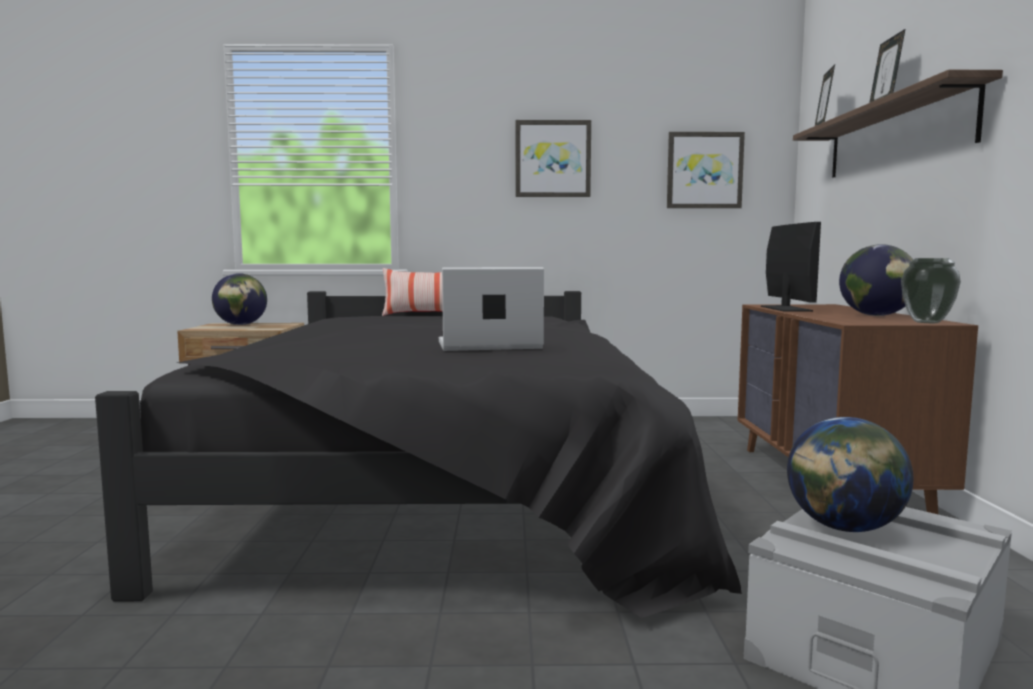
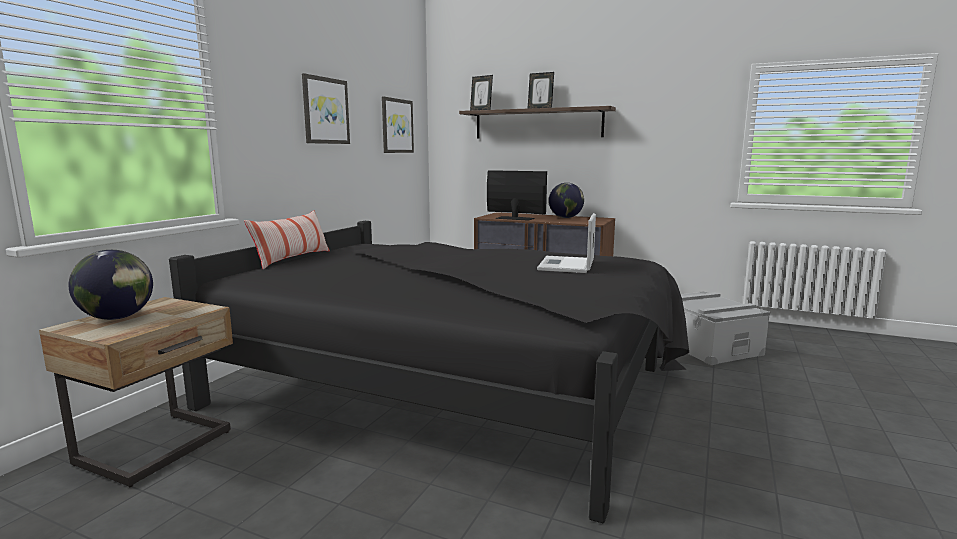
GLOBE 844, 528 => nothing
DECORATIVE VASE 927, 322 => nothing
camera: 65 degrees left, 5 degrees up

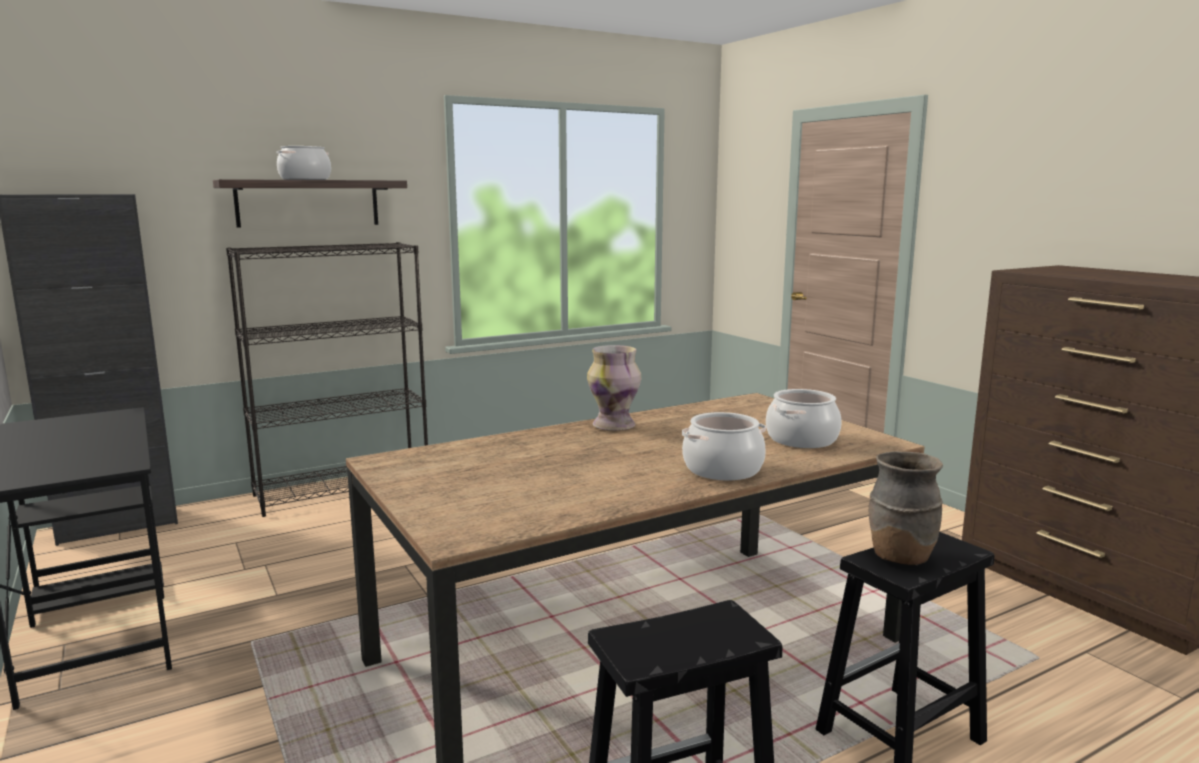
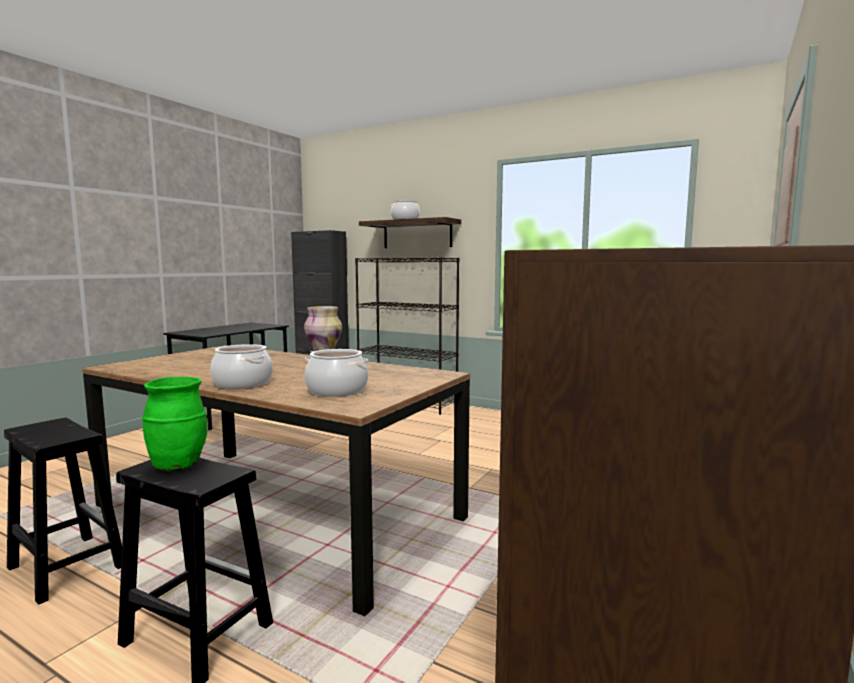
BROWN DECORATIVE VASE 899, 557 => GREENISH DECORATIVE VASE 178, 465
camera: 60 degrees right, 5 degrees down

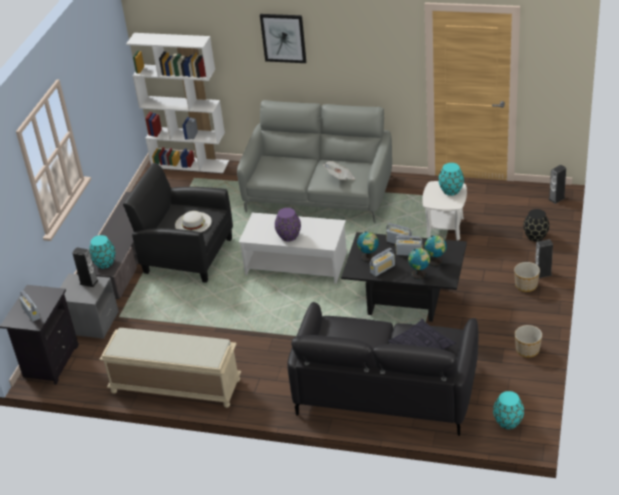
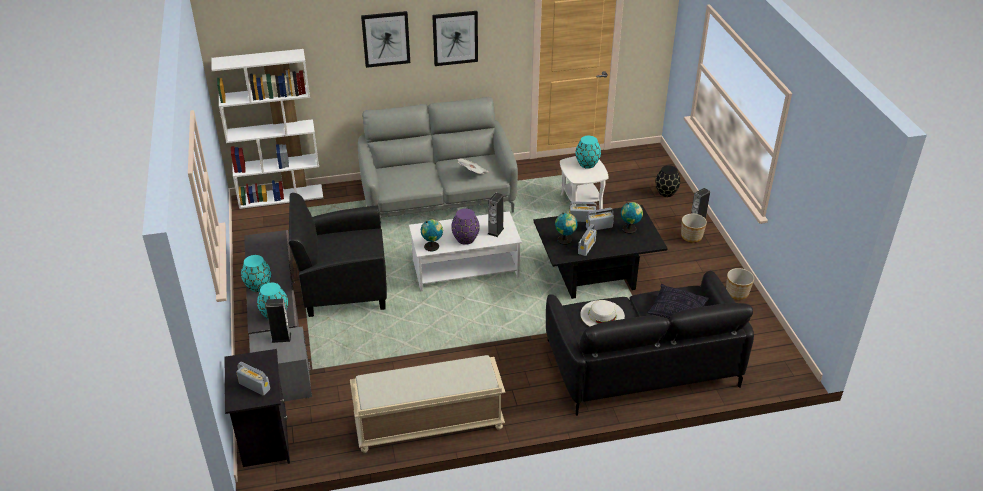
TURQUOISE-COLOURED DECORATIVE VASE 508, 422 => TURQUOISE-COLOURED DECORATIVE VASE 258, 286, shifted
GLOBE 420, 274 => GLOBE 432, 246, shifted
nothing => WALL PICTURE 455, 38
AUDIO SPEAKER 556, 198 => AUDIO SPEAKER 495, 231, shifted
WHITE CLOTHING HAT 193, 223 => WHITE CLOTHING HAT 602, 315, shifted
camera: 30 degrees left, 0 degrees up

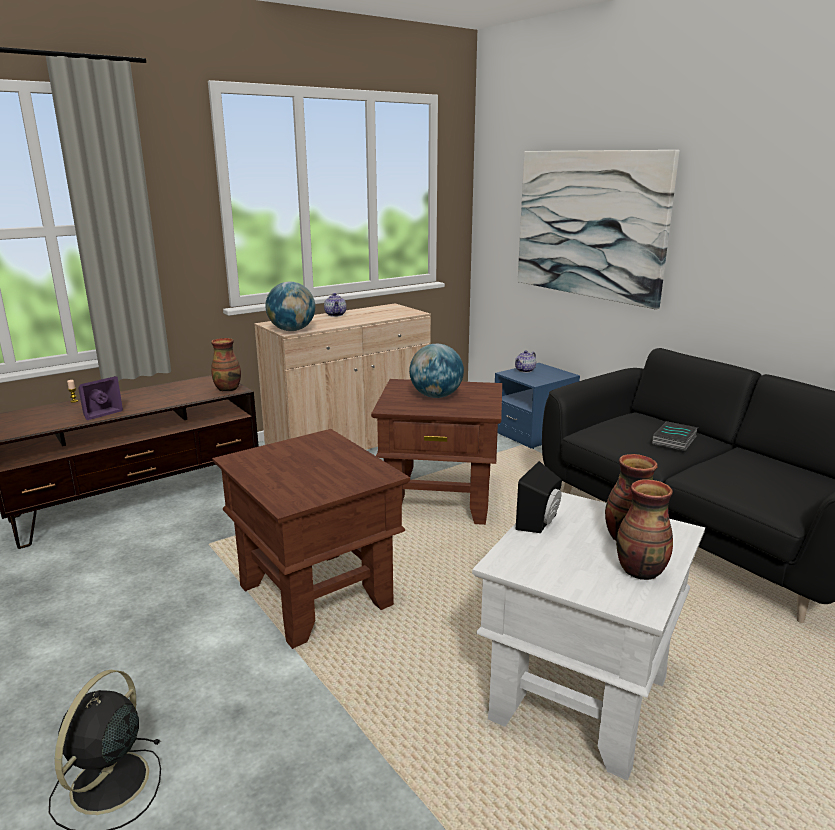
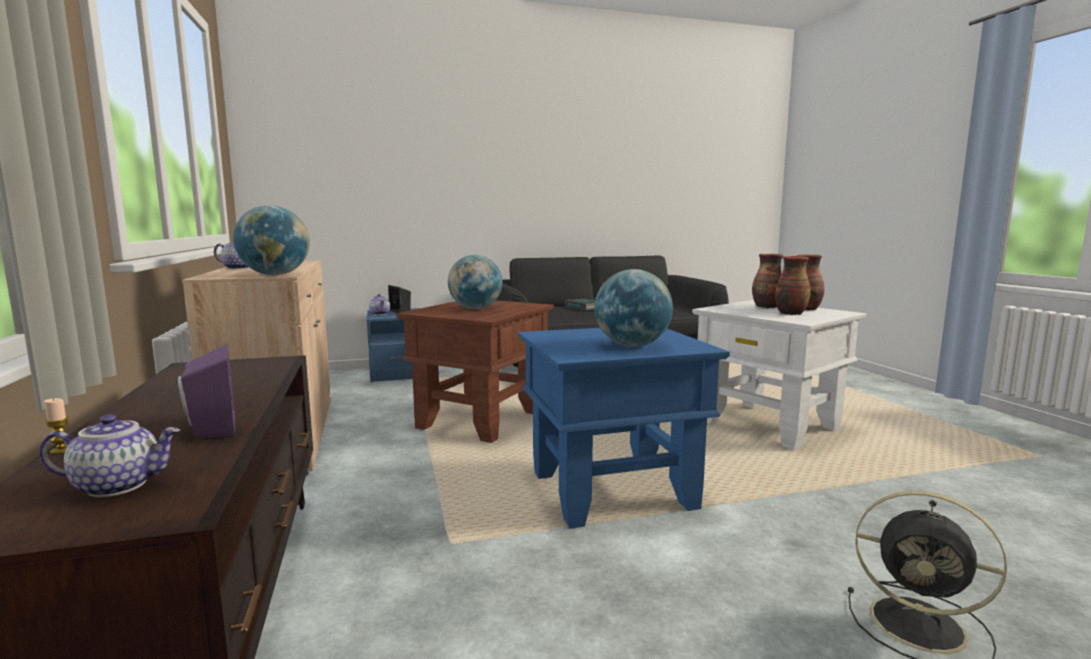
nothing => TEAPOT 119, 485
BLACKISH AUDIO SPEAKER 540, 523 => BLACKISH AUDIO SPEAKER 402, 312, shifted
BROWN ACCENT TABLE 315, 594 => BLUE-COLOURED ACCENT TABLE 611, 489
nothing => GLOBE 632, 345
DECORATIVE VASE 228, 389 => DECORATIVE VASE 790, 313, shifted
WALL PICTURE 589, 224 => nothing
camera: 70 degrees left, 10 degrees down

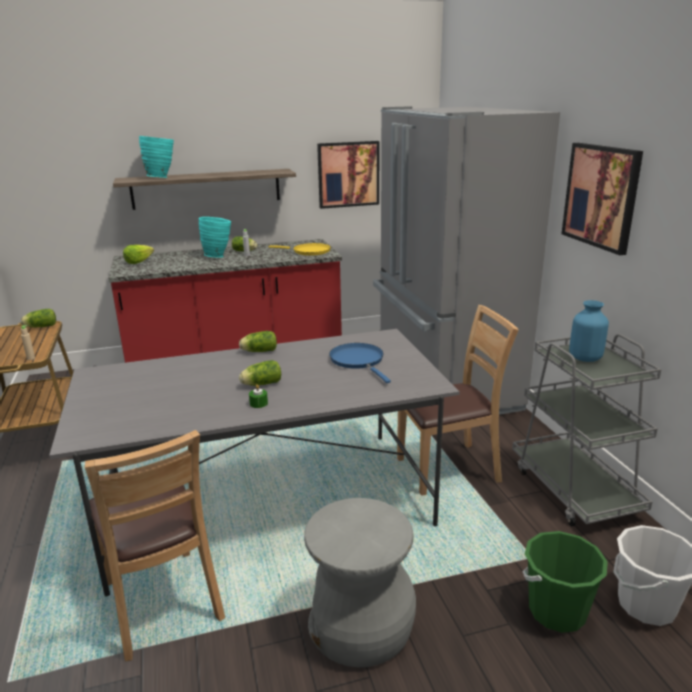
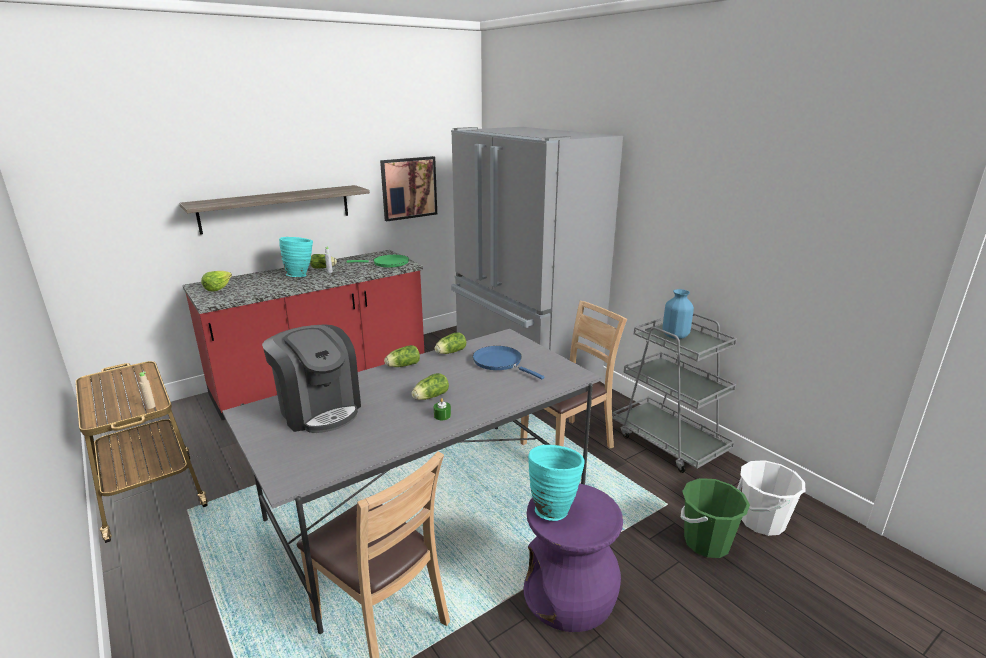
nothing => COFFEE MACHINE 319, 409
YELLOW PAN 309, 251 => GREENISH PAN 388, 263
LETTUCE 40, 327 => LETTUCE 449, 352, shifted
GREYISH STOOL SEAT 361, 626 => PURPLISH STOOL SEAT 570, 595
TURQUOISE-COLOURED DECORATIVE VASE 161, 177 => TURQUOISE-COLOURED DECORATIVE VASE 553, 508, shifted
WALL PICTURE 601, 196 => nothing
camera: 20 degrees left, 0 degrees up

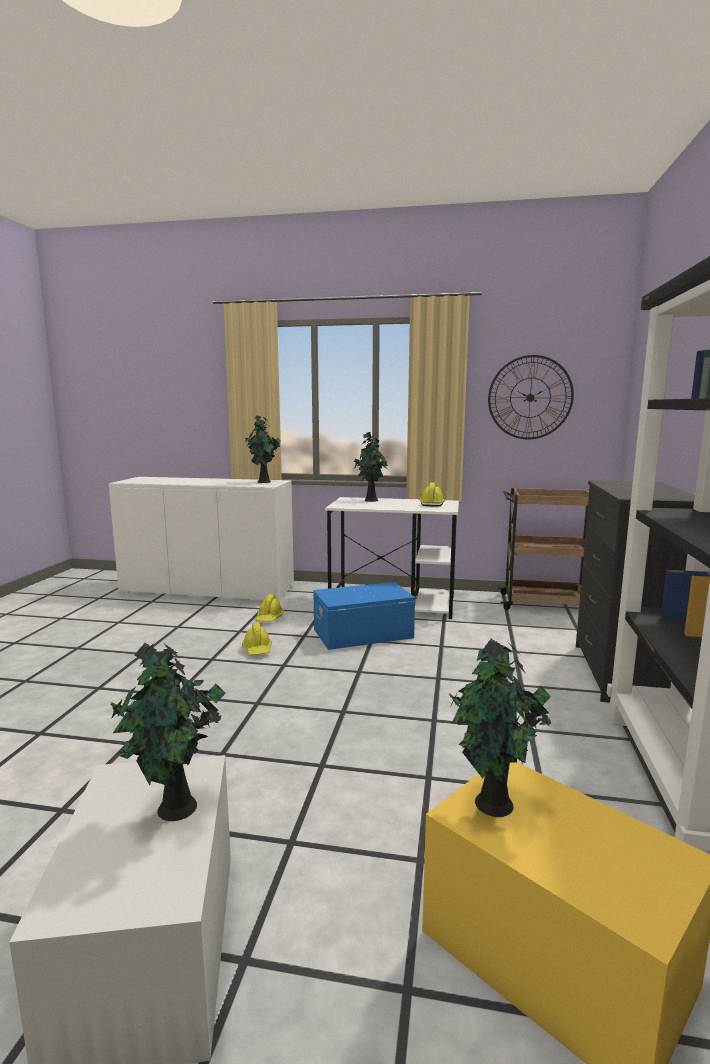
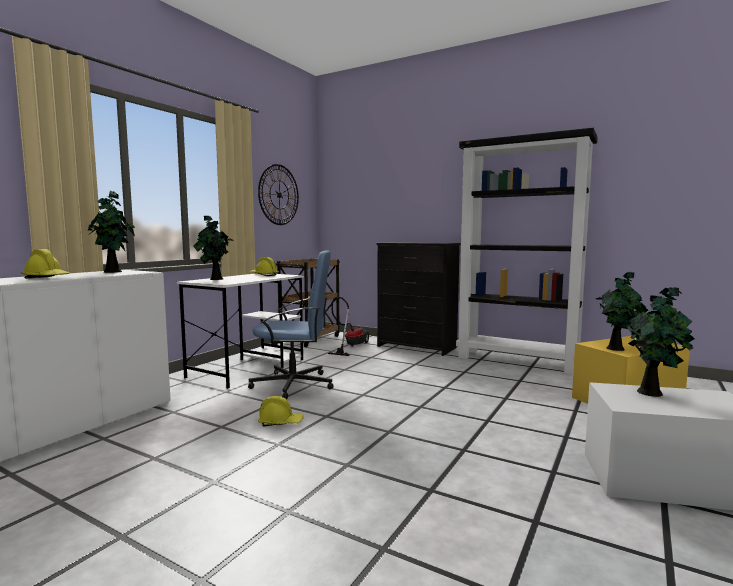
YELLOW HARD HAT 269, 618 => YELLOW HARD HAT 46, 278, shifted
BLUE-COLOURED STORAGE CONTAINER 362, 633 => BLUE-COLOURED OFFICE CHAIR 294, 384
nothing => HOOVER 350, 346
camera: 70 degrees left, 5 degrees down

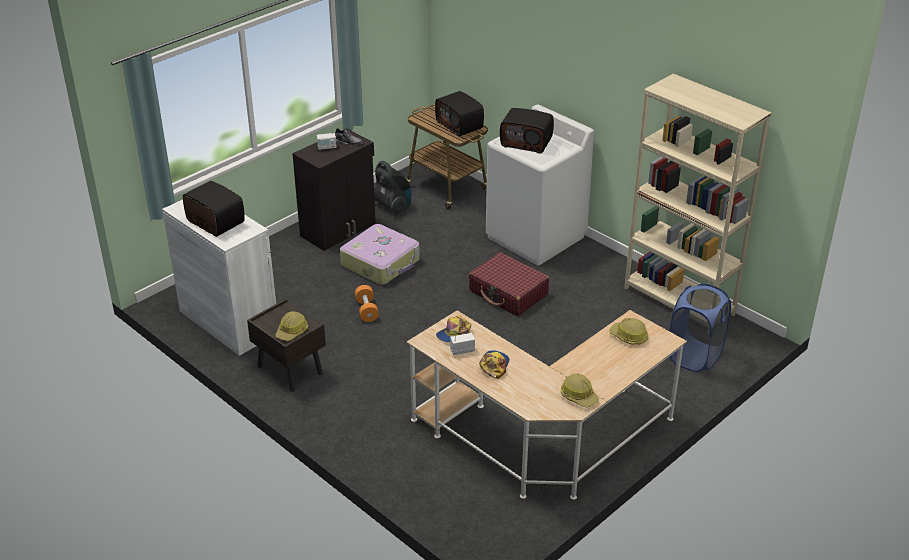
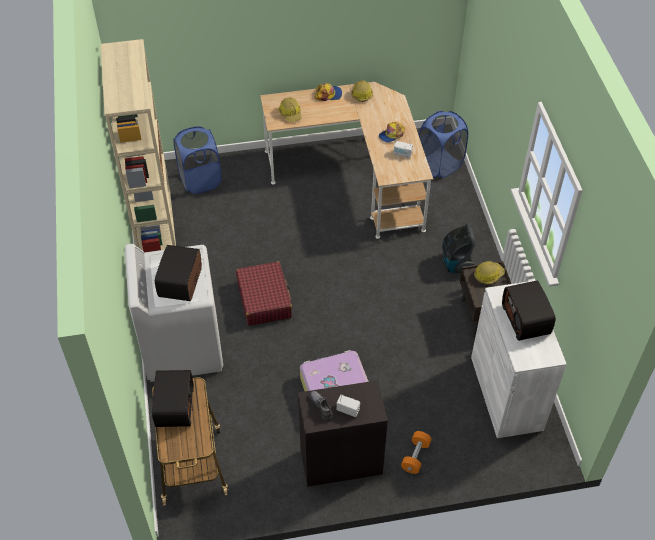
RADIO 527, 142 => RADIO 181, 282, 135 degrees counterclockwise
CAP 454, 333 => CAP 328, 94, shifted
ORANGE DUMBBELL 366, 310 => ORANGE DUMBBELL 415, 456, shifted
nothing => BLUE-COLOURED WASHING BASKET 439, 165
HOOVER 392, 207 => HOOVER 456, 263, shifted
camera: 145 degrees left, 15 degrees up

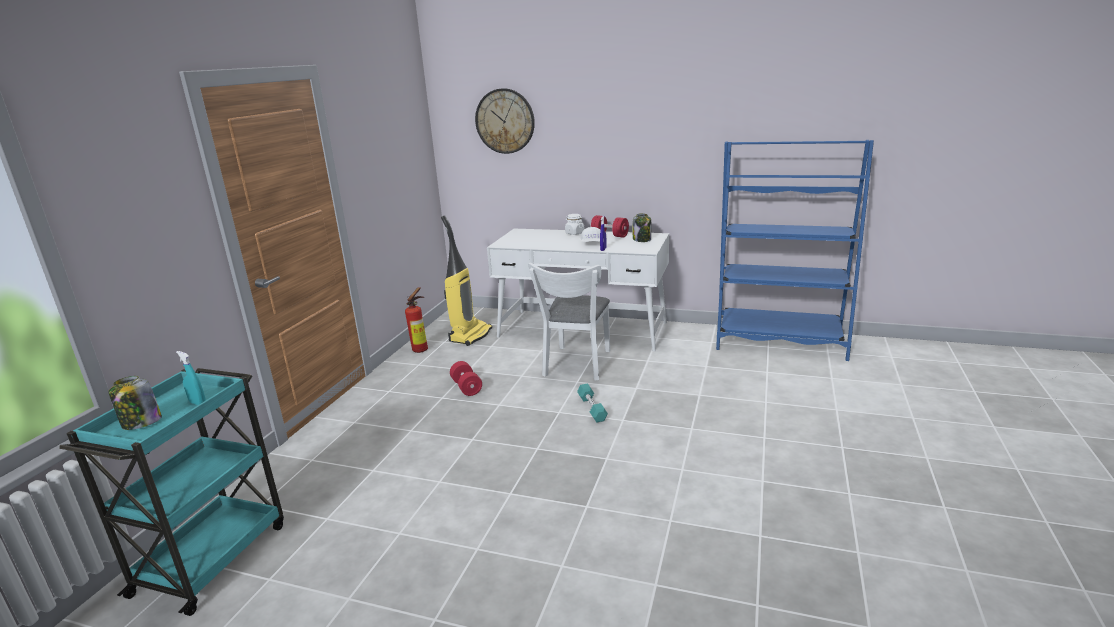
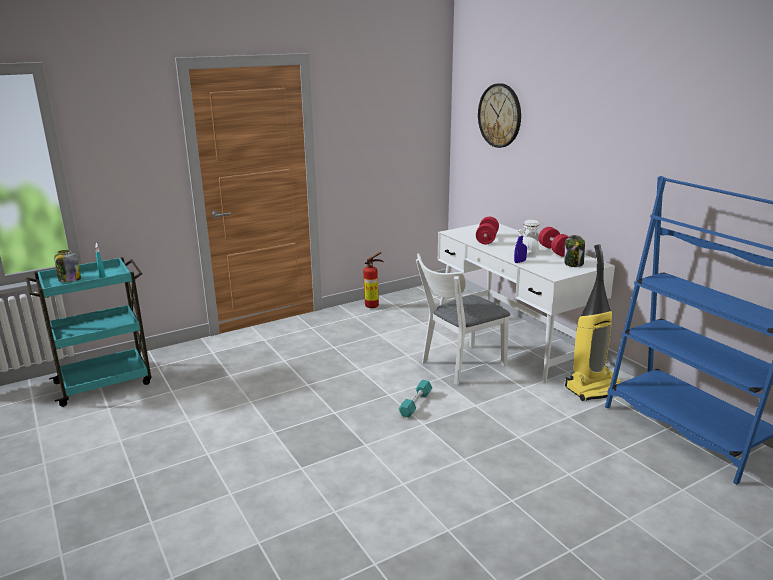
RED DUMBBELL 466, 387 => RED DUMBBELL 487, 239, shifted
HOOVER 470, 335 => HOOVER 594, 388, shifted
camera: 40 degrees right, 0 degrees up

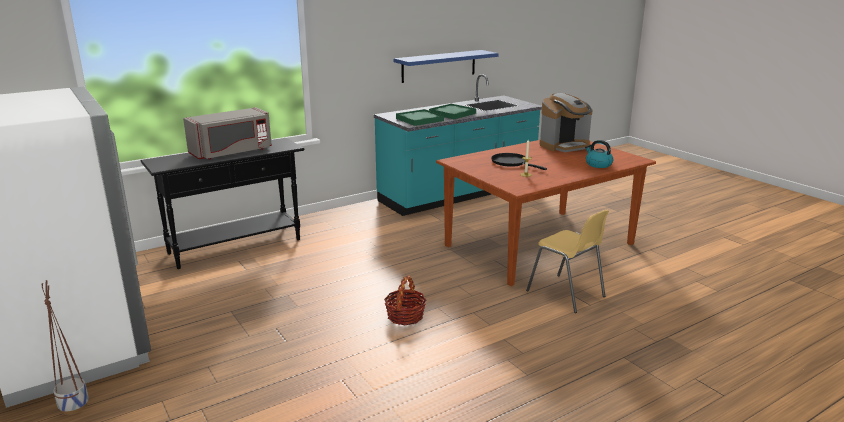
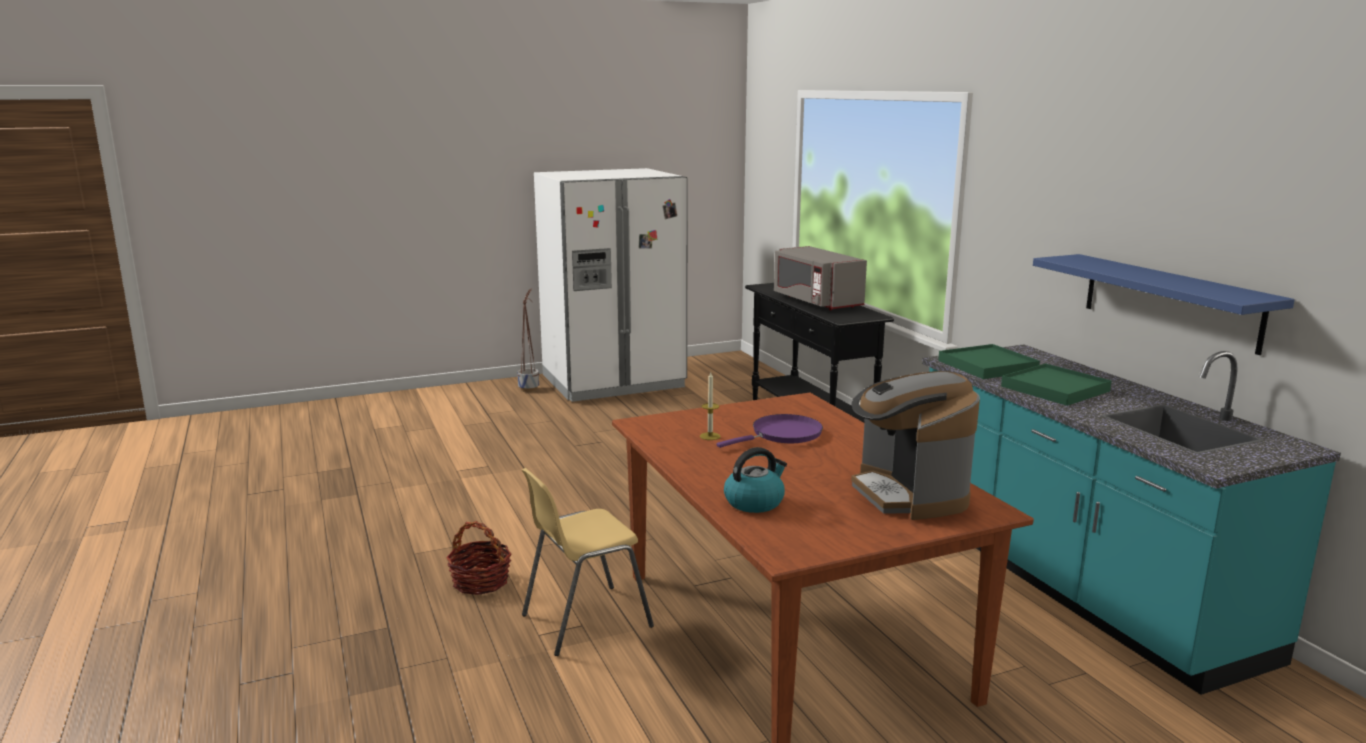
STORAGE BASKET 405, 316 => STORAGE BASKET 480, 582, shifted
BLACKISH PAN 511, 163 => PURPLISH PAN 782, 435
camera: 100 degrees right, 5 degrees down

